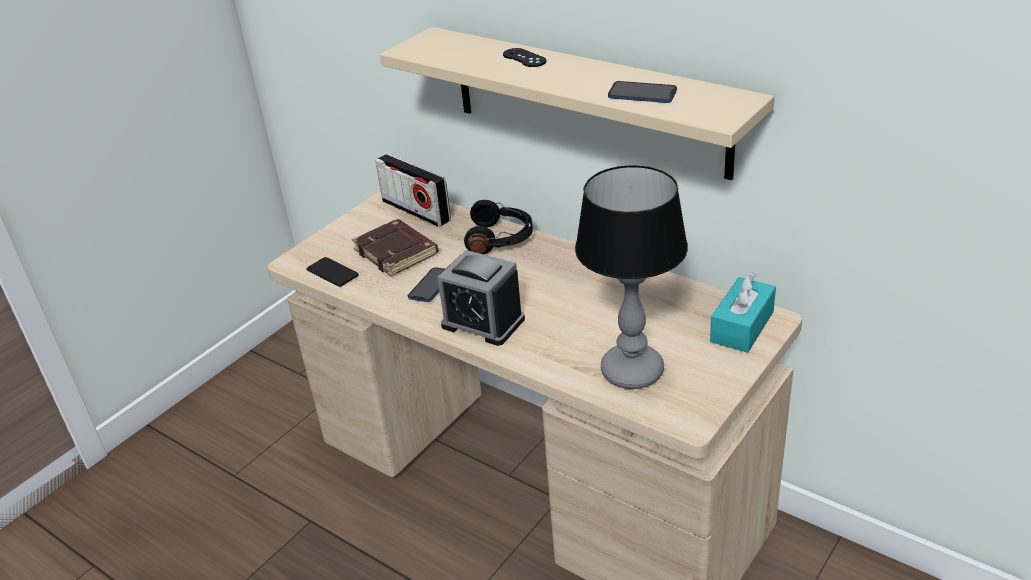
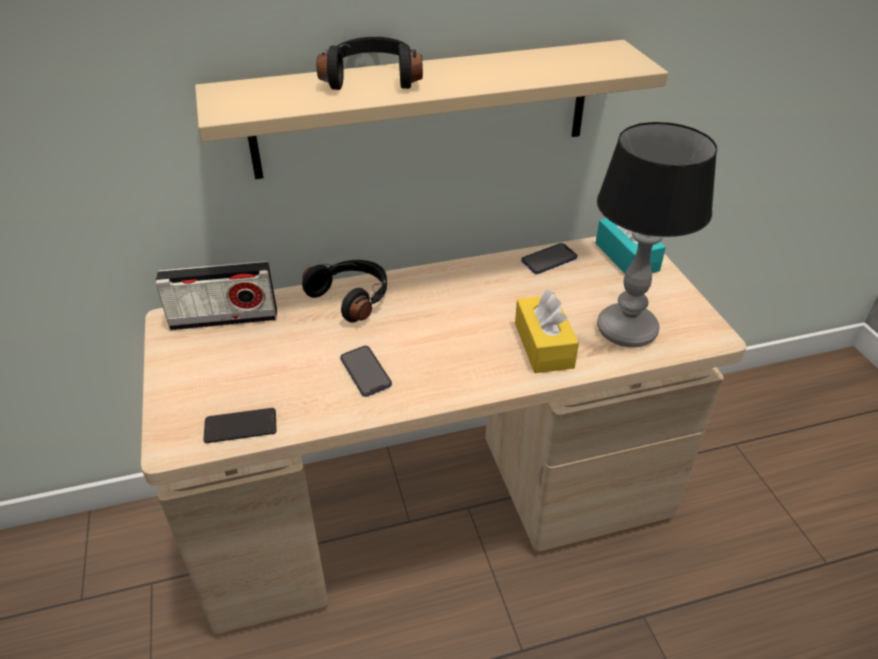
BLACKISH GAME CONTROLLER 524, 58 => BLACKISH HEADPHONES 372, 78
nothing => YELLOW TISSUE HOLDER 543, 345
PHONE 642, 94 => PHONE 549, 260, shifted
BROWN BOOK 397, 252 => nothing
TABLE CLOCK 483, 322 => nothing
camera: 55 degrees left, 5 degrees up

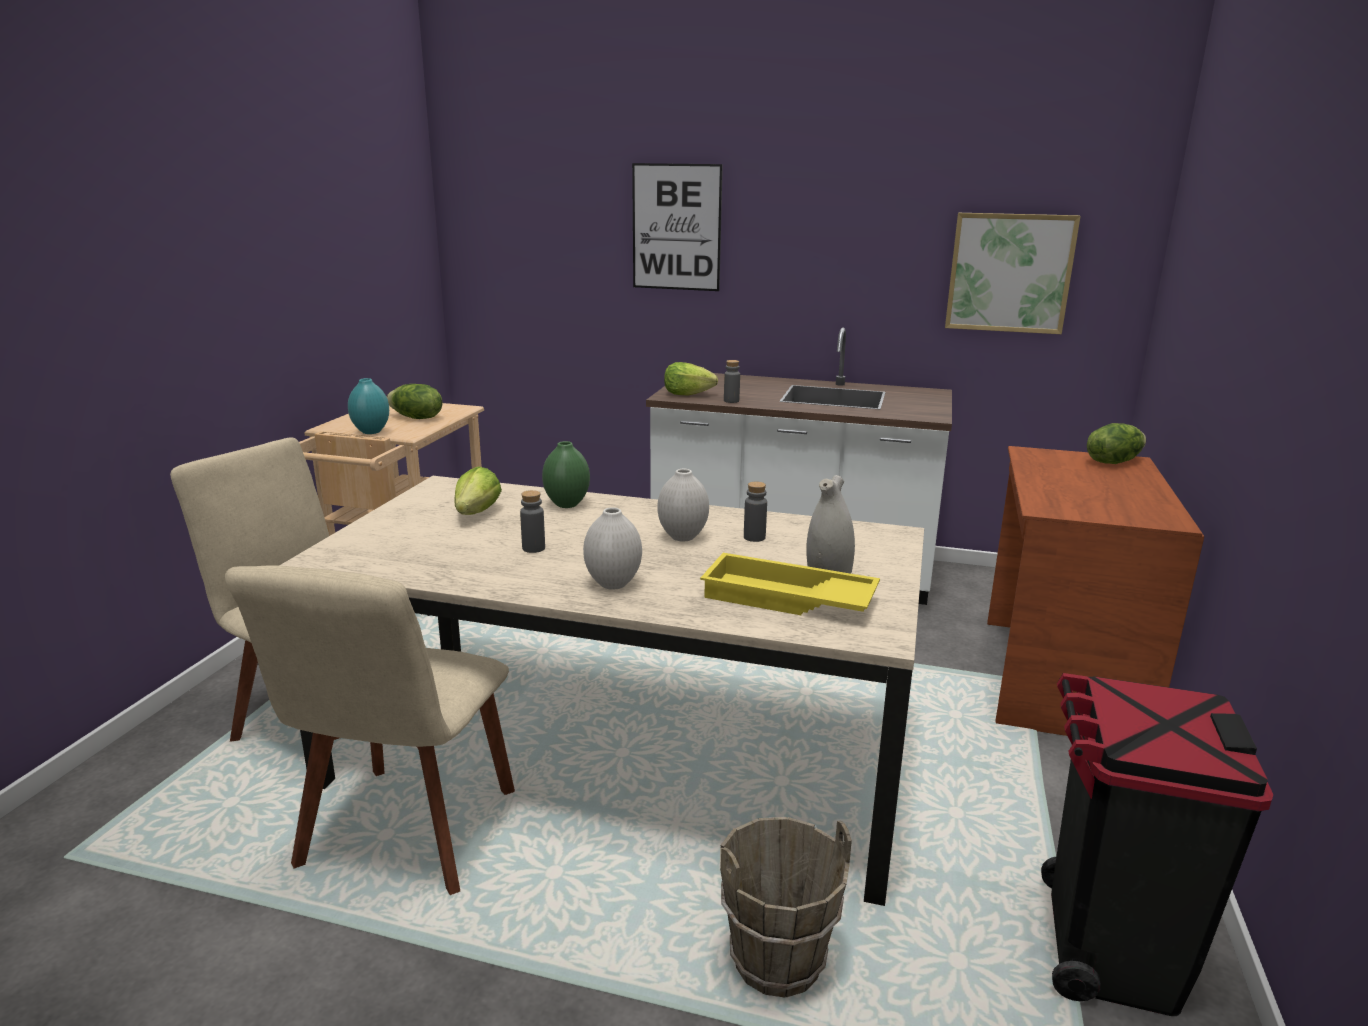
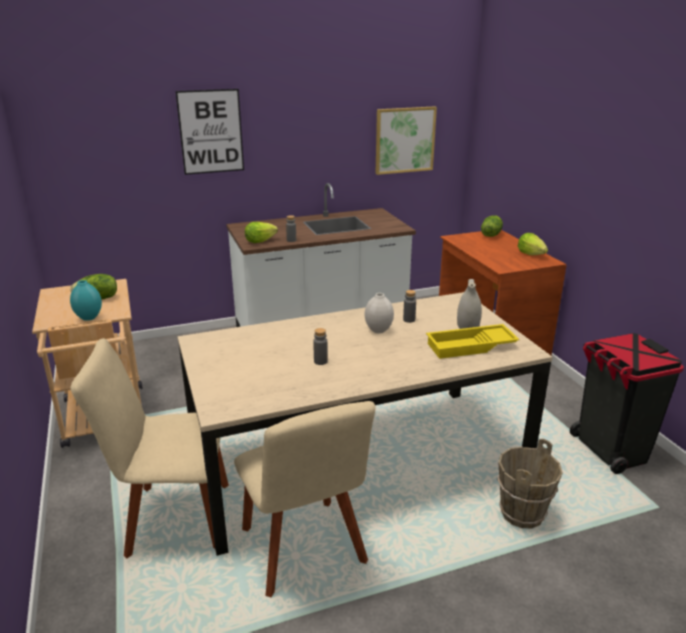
LETTUCE 477, 513 => LETTUCE 531, 254, shifted
GREENISH DECORATIVE VASE 567, 504 => nothing
WHITE DECORATIVE VASE 612, 584 => nothing
camera: 35 degrees left, 5 degrees up

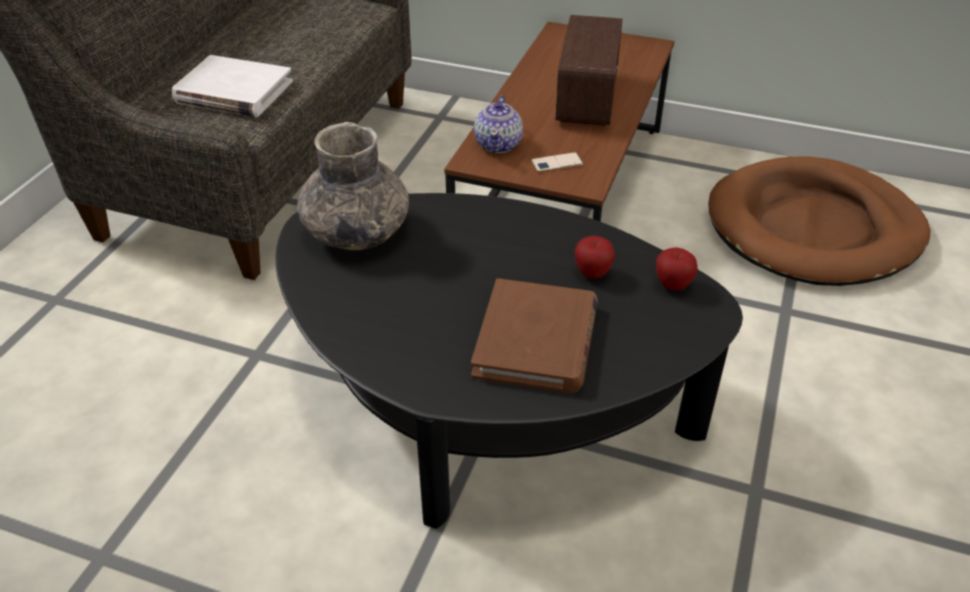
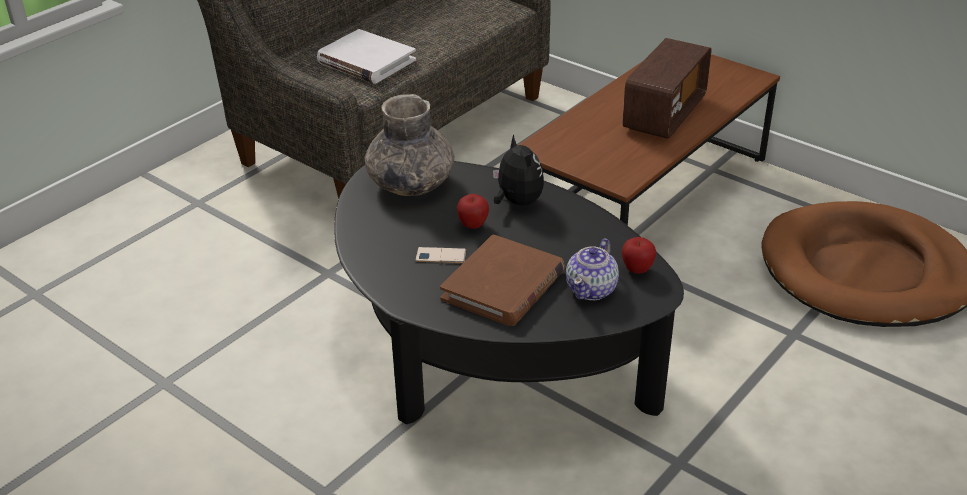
PHONE 557, 163 => PHONE 440, 256, shifted
APPLE 592, 274 => APPLE 473, 225, shifted
nothing => SOFT TOY 517, 202
TEAPOT 499, 144 => TEAPOT 592, 289, shifted
camera: 20 degrees right, 5 degrees down

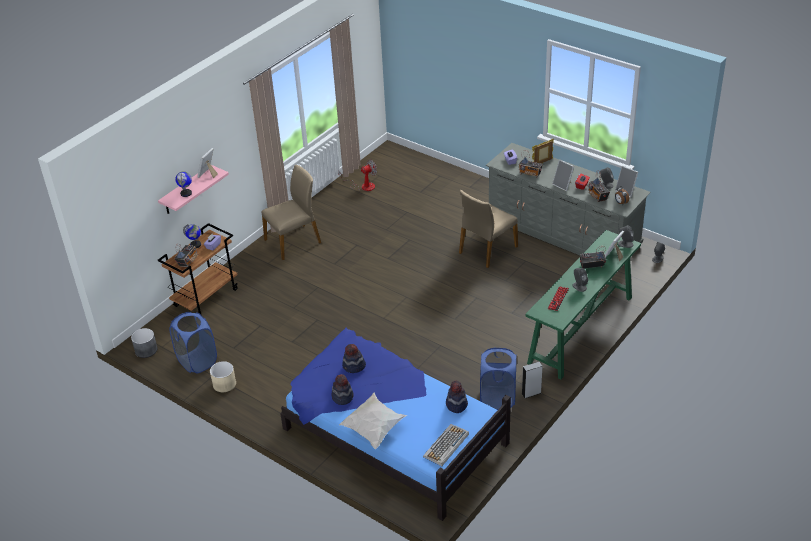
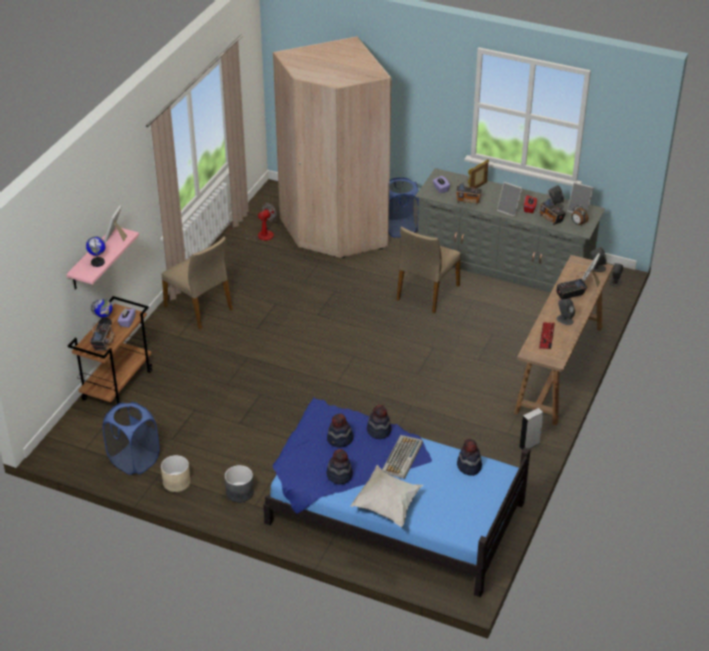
BEIGE CHAIR 293, 241 => BEIGE CHAIR 199, 308, 90 degrees clockwise
GREYISH FLOWER POT 146, 350 => GREYISH FLOWER POT 240, 492, shifted
nothing => BEIGE CLOTHES CUPBOARD 334, 231
nothing => CLOTHING HAT 379, 430
PC KEYBOARD 446, 446 => PC KEYBOARD 402, 458, shifted
BLUE-COLOURED WASHING BASKET 497, 398 => BLUE-COLOURED WASHING BASKET 400, 228, shifted
GREENISH CONSOLE TABLE 580, 330 => BROWN CONSOLE TABLE 559, 369
camera: 15 degrees left, 0 degrees up

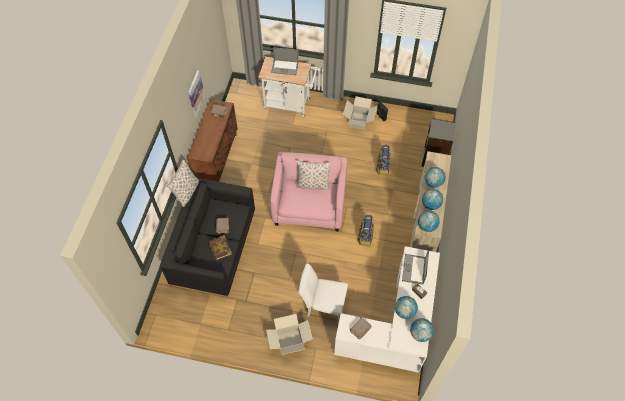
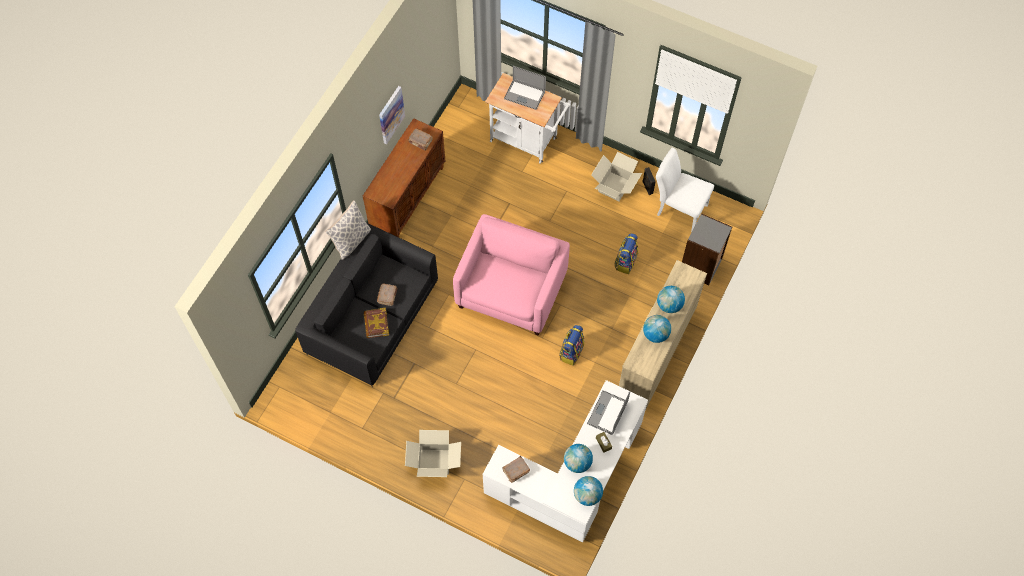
WHITE CHAIR 322, 306 => WHITE CHAIR 678, 208, shifted
THROW PILLOW 312, 184 => nothing
GLOBE 426, 226 => nothing
camera: 15 degrees right, 5 degrees up

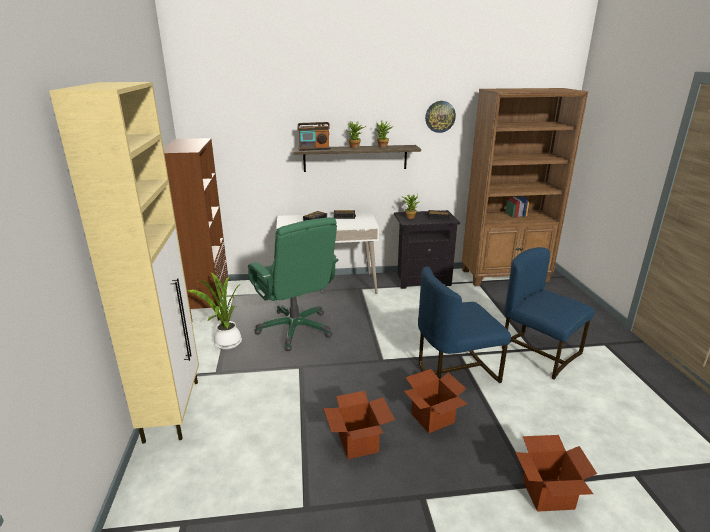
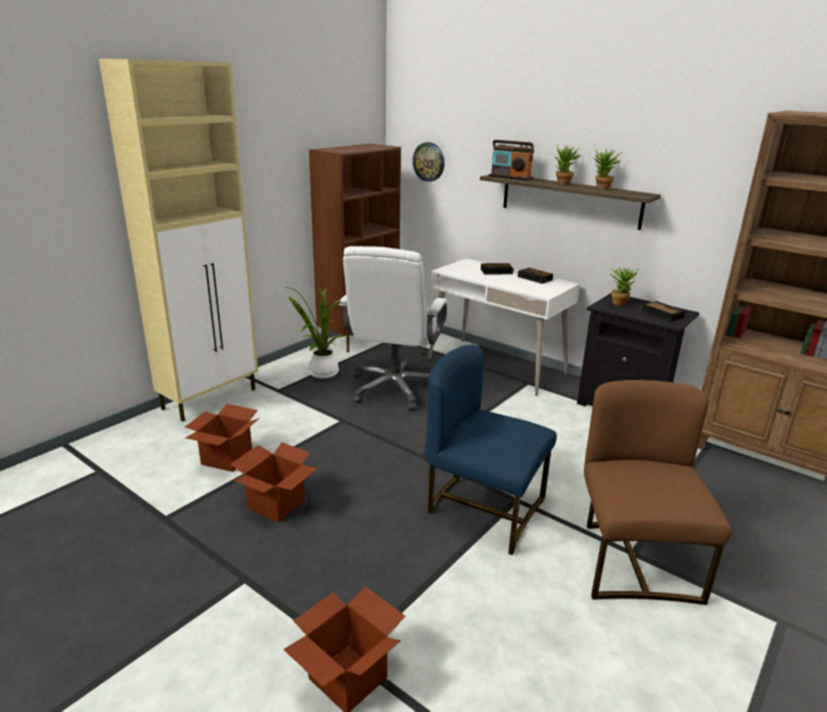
CARTON 432, 418 => CARTON 227, 458, shifted
GREENISH OFFICE CHAIR 295, 329 => WHITE OFFICE CHAIR 394, 389
CLOCK ON THE WALL 440, 116 => CLOCK ON THE WALL 429, 162, shifted
BLUE-COLOURED CHAIR 539, 352 => BROWN CHAIR 633, 561
camera: 45 degrees right, 0 degrees up

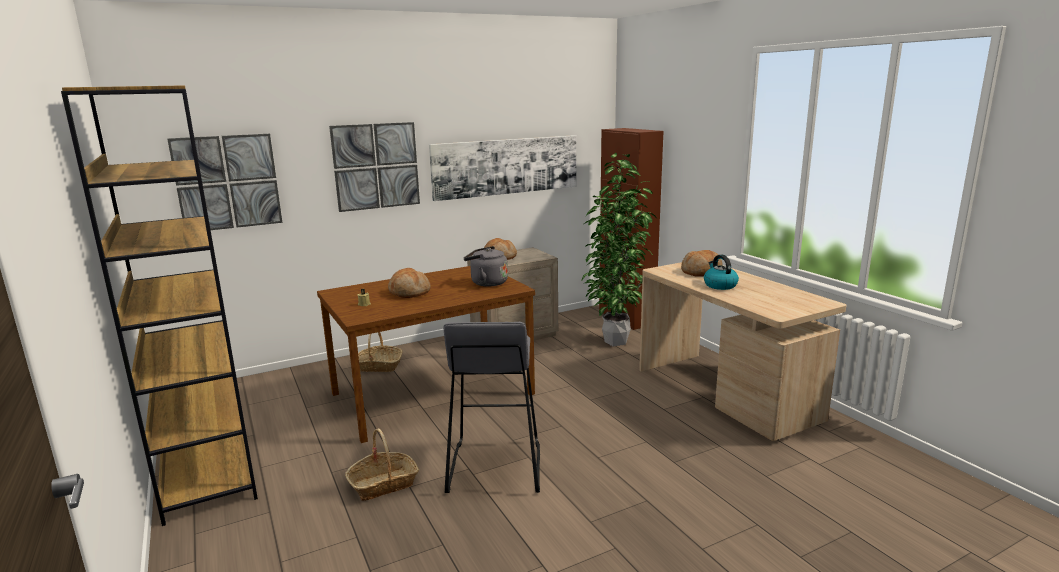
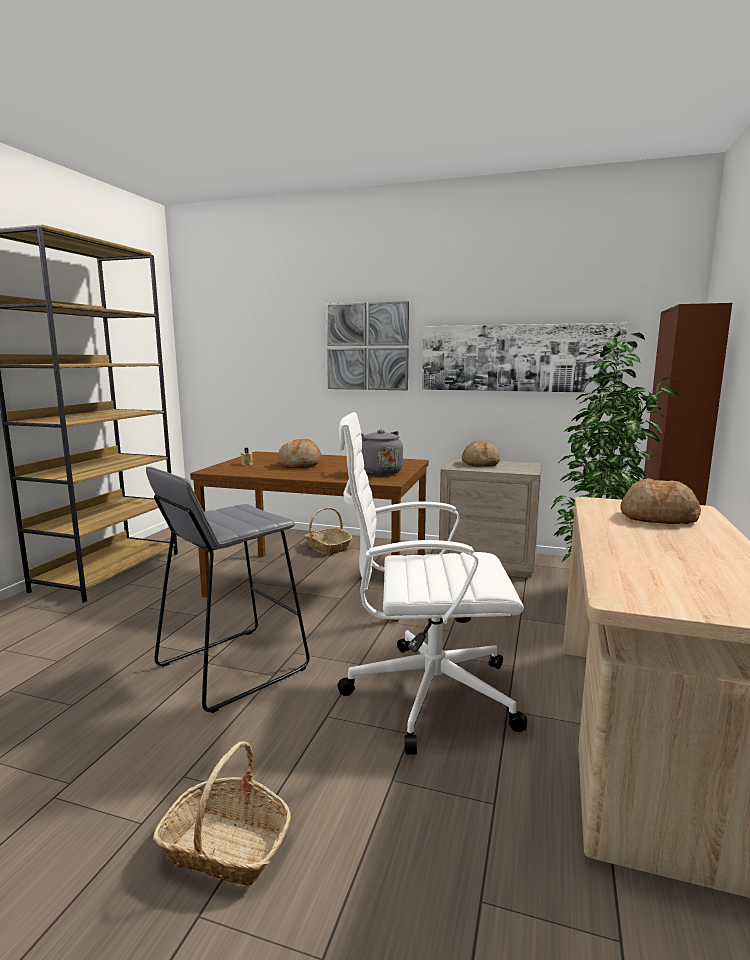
STORAGE BASKET 383, 484 => STORAGE BASKET 226, 846, shifted
nothing => WHITE OFFICE CHAIR 426, 693
WALL PICTURE 227, 182 => nothing
KETTLE 719, 285 => nothing
camera: 45 degrees right, 5 degrees down

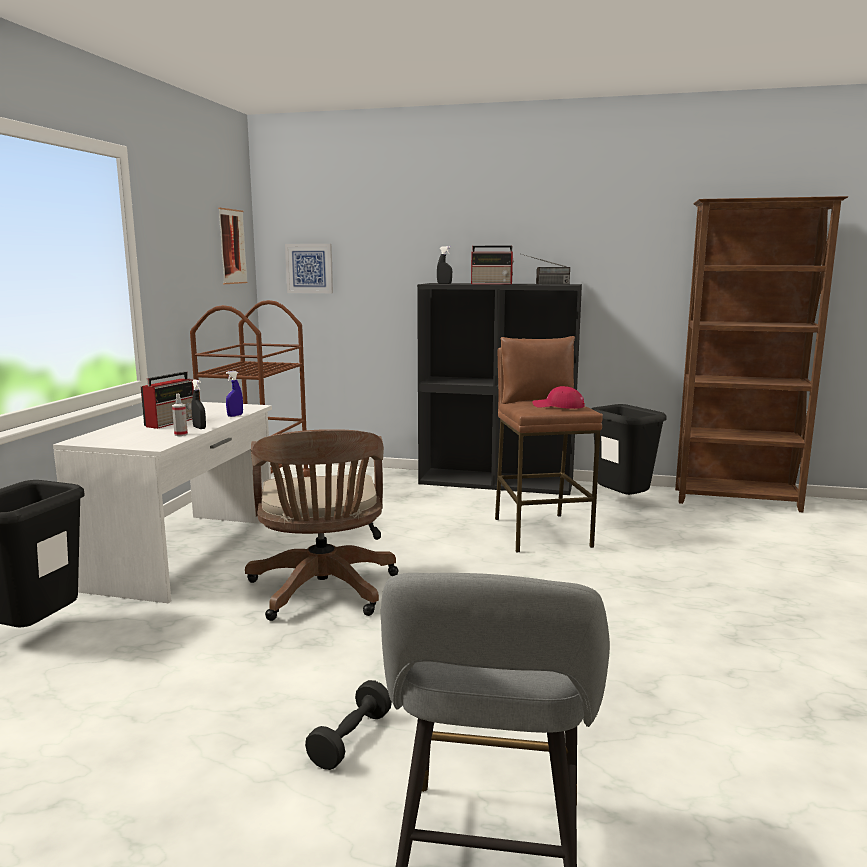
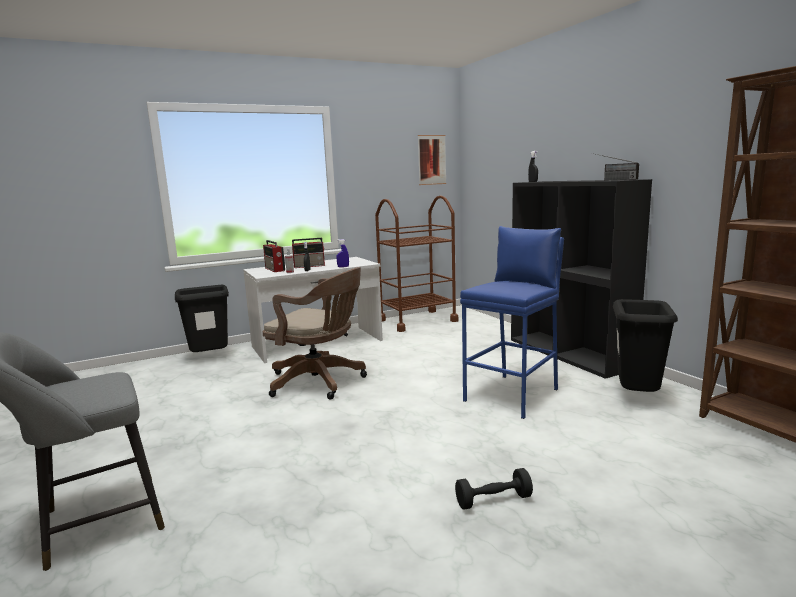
RADIO 492, 284 => RADIO 275, 269, shifted
BROWN OFFICE CHAIR 323, 593 => BROWN OFFICE CHAIR 320, 382, 105 degrees counterclockwise
BLACKISH DUMBBELL 351, 739 => BLACKISH DUMBBELL 493, 500, shifted
BROWN STOOL SEAT 541, 532 => BLUE-COLOURED STOOL SEAT 512, 395
WALL PICTURE 309, 268 => nothing
RED CAP 558, 406 => nothing
camera: 50 degrees right, 0 degrees up

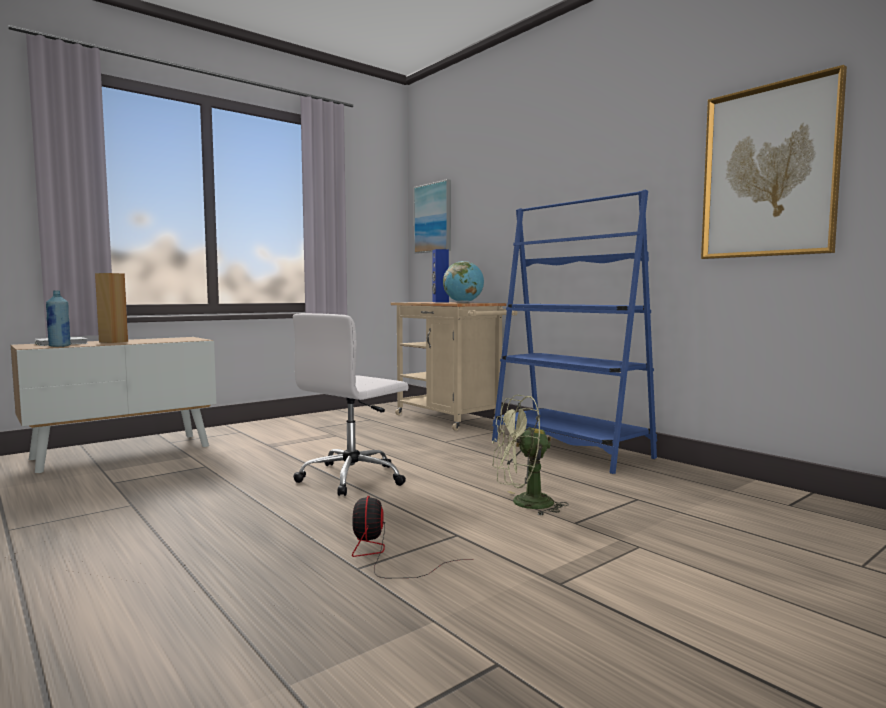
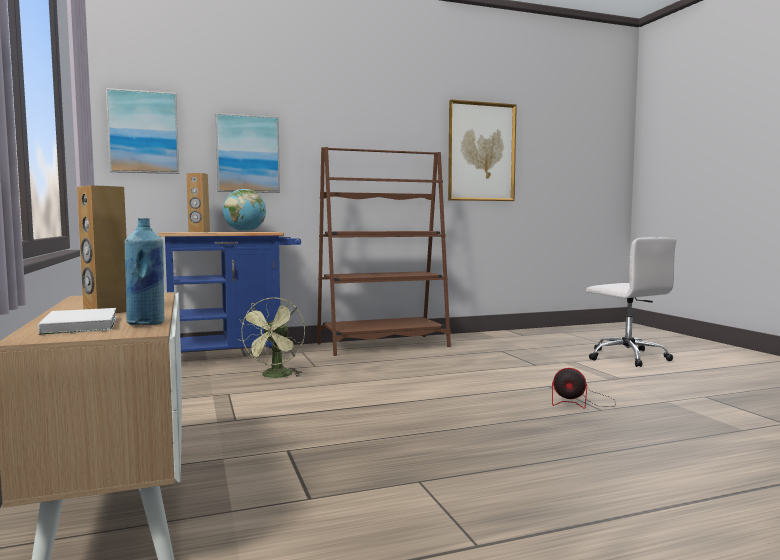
BEIGE CART 452, 419 => BLUE-COLOURED CART 233, 356
BLUE-COLOURED AUDIO SPEAKER 440, 302 => BROWN AUDIO SPEAKER 199, 232
nothing => WALL PICTURE 248, 154
GREENISH ELECTRIC FAN 524, 504 => GREENISH ELECTRIC FAN 275, 376, shifted
BLUE-COLOURED SHELVING UNIT 570, 449 => BROWN SHELVING UNIT 383, 345
WHITE OFFICE CHAIR 353, 477 => WHITE OFFICE CHAIR 626, 357, shifted
camera: 70 degrees left, 0 degrees up

